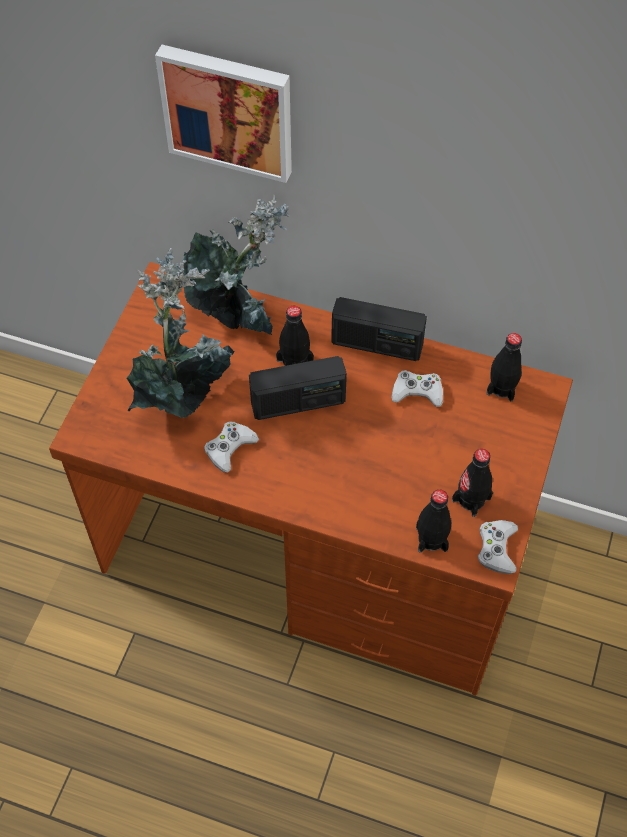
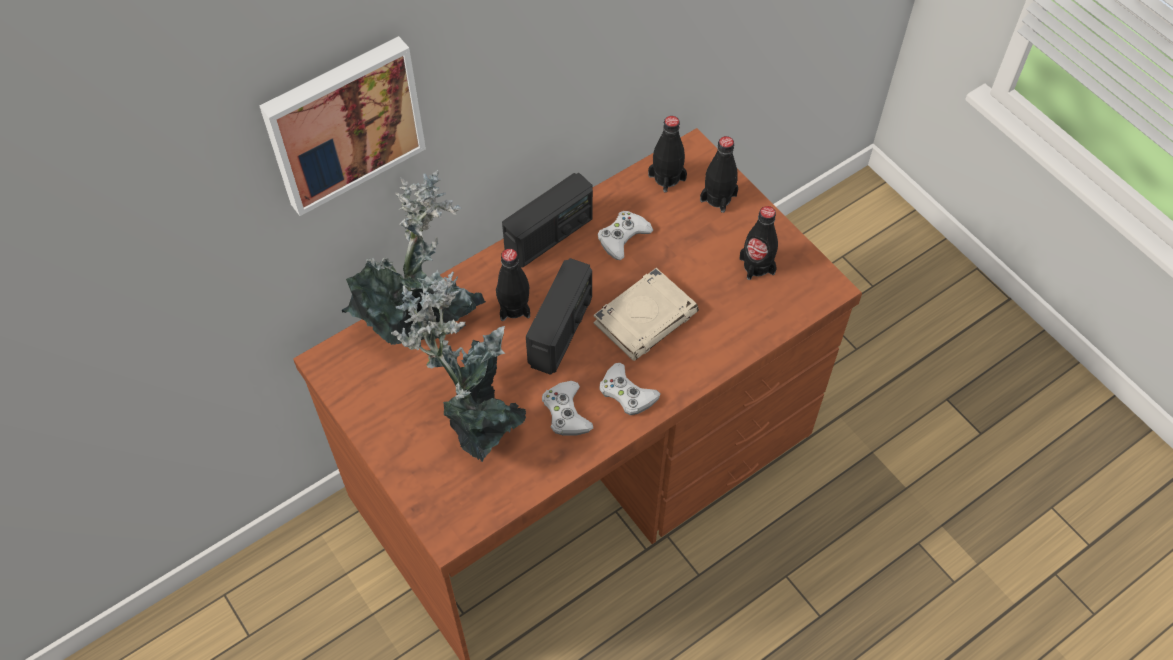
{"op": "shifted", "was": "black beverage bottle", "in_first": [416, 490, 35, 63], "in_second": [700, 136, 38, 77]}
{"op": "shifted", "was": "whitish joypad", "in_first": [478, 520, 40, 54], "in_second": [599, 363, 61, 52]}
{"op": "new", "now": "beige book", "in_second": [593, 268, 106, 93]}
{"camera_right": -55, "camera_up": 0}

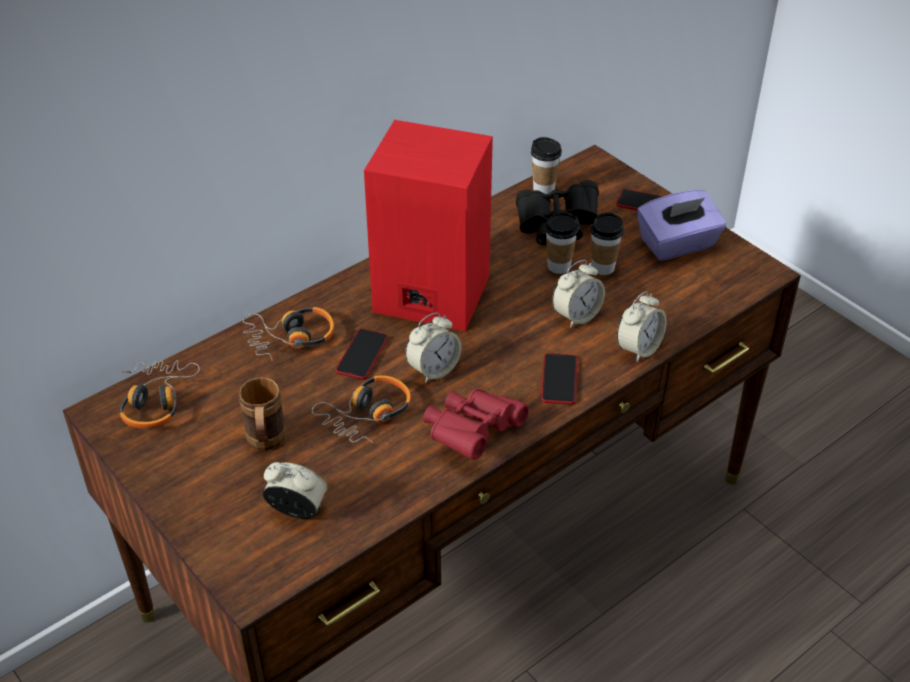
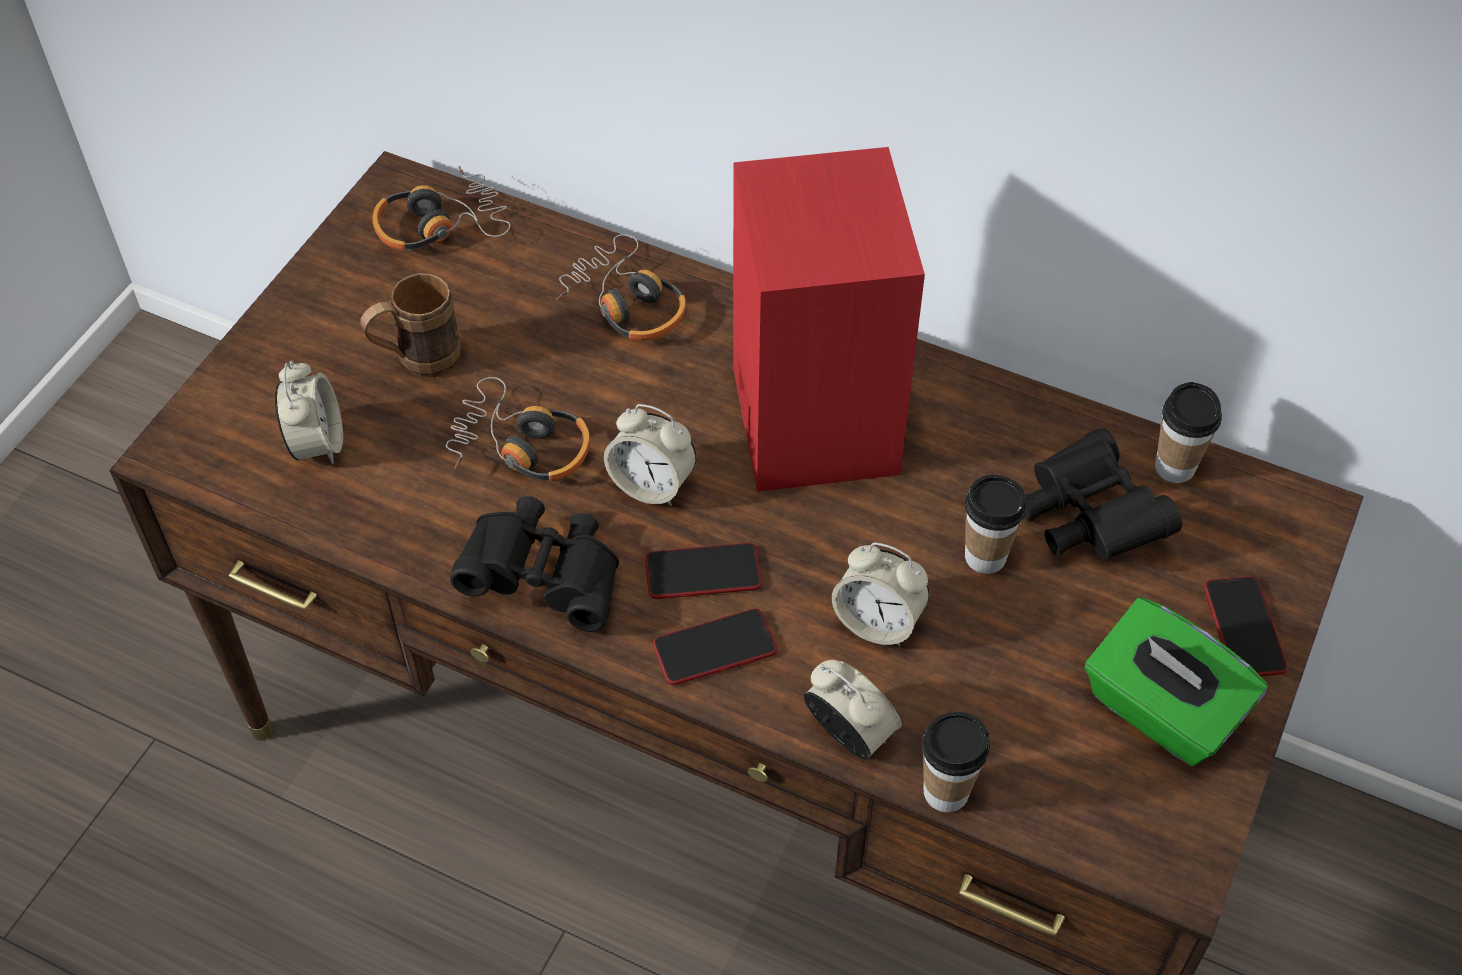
{"op": "shifted", "was": "phone", "in_first": [335, 329, 53, 51], "in_second": [645, 543, 117, 56]}
{"op": "repainted", "was": "red-coloured field glasses", "now": "black field glasses", "in_first": [423, 389, 106, 71], "in_second": [450, 496, 169, 136]}
{"op": "shifted", "was": "drinking cup", "in_first": [590, 213, 34, 62], "in_second": [922, 712, 68, 100]}
{"op": "rotated", "was": "table clock", "in_first": [617, 291, 50, 71], "in_second": [804, 660, 98, 100], "clockwise": -150}
{"op": "repainted", "was": "purple-coloured box of tissues", "now": "greenish box of tissues", "in_first": [637, 190, 89, 71], "in_second": [1085, 597, 183, 169]}
{"camera_right": 65, "camera_up": 10}

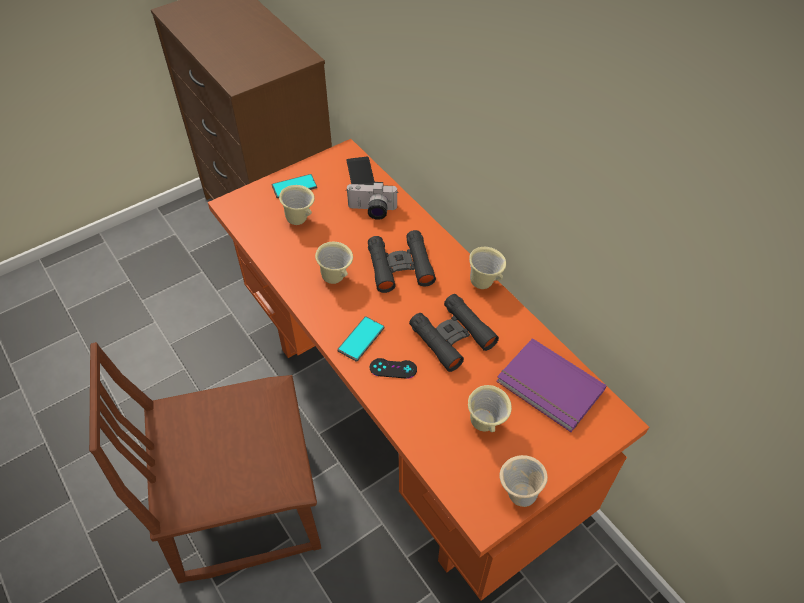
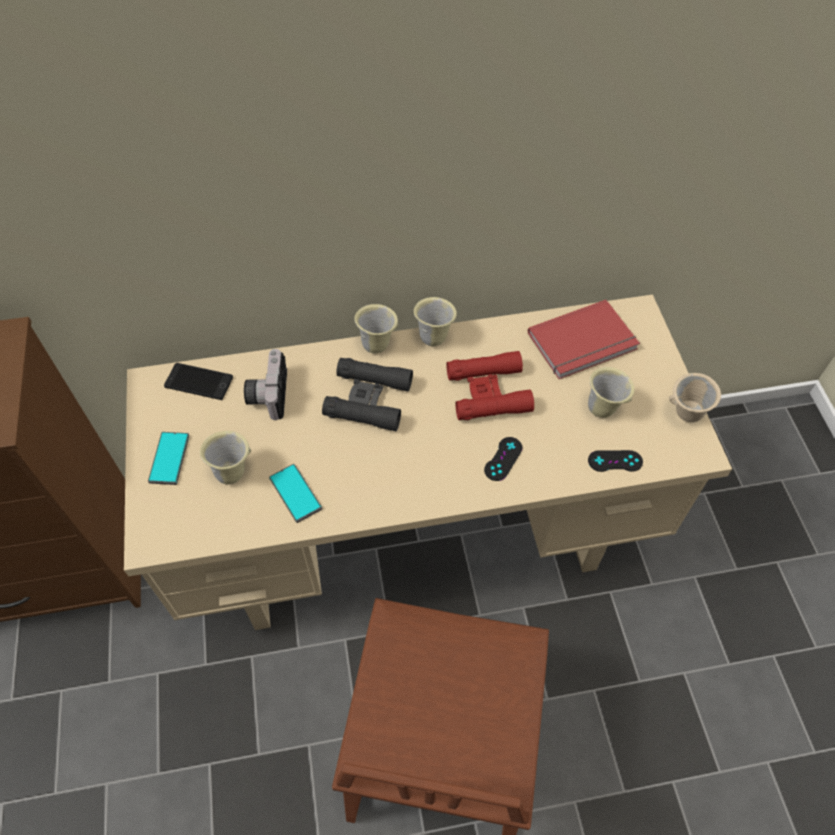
{"op": "repainted", "was": "orange-coloured desk", "now": "beige desk", "in_first": [208, 139, 441, 462], "in_second": [124, 295, 608, 335]}
{"op": "shifted", "was": "beige coffee mug", "in_first": [315, 242, 38, 42], "in_second": [354, 304, 44, 49]}
{"op": "shifted", "was": "phone", "in_first": [337, 316, 47, 46], "in_second": [269, 464, 53, 59]}
{"op": "rotated", "was": "photo camera", "in_first": [347, 182, 51, 38], "in_second": [244, 349, 43, 71], "clockwise": 150}
{"op": "repainted", "was": "black field glasses", "now": "red-coloured field glasses", "in_first": [409, 294, 90, 78], "in_second": [446, 351, 88, 69]}
{"op": "repainted", "was": "purple-coloured book", "now": "red-coloured book", "in_first": [496, 338, 111, 94], "in_second": [528, 300, 112, 79]}
{"op": "new", "now": "black joypad", "in_second": [588, 450, 55, 22]}
{"camera_right": -65, "camera_up": 5}

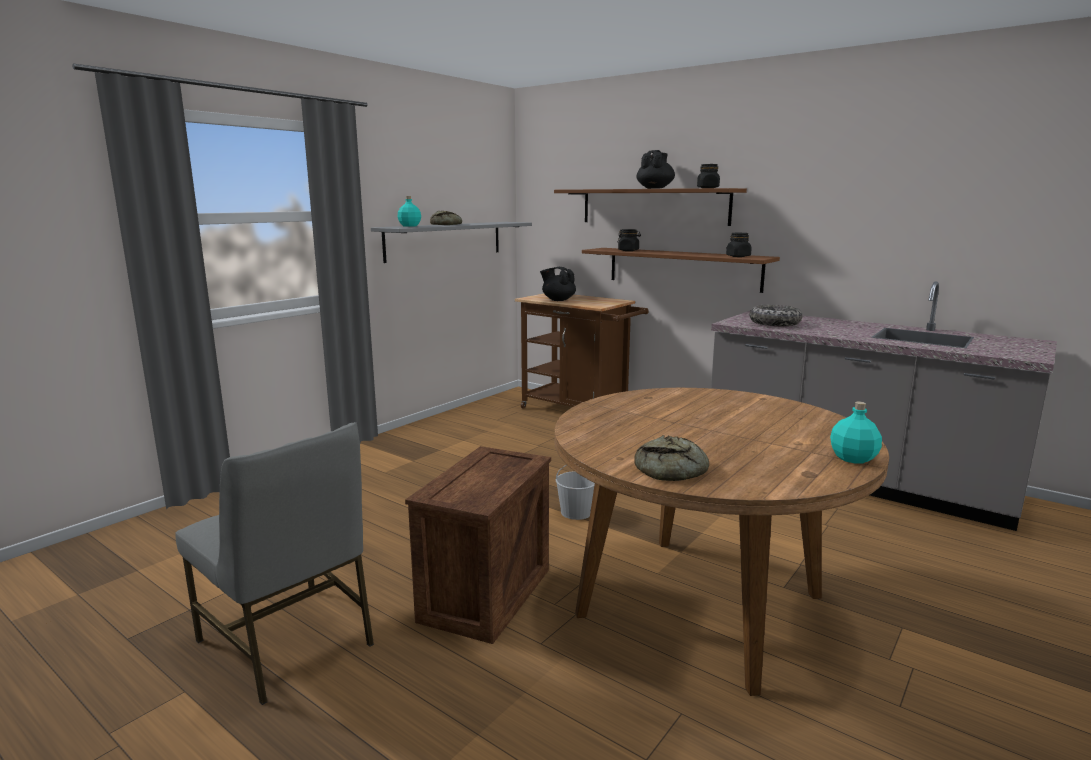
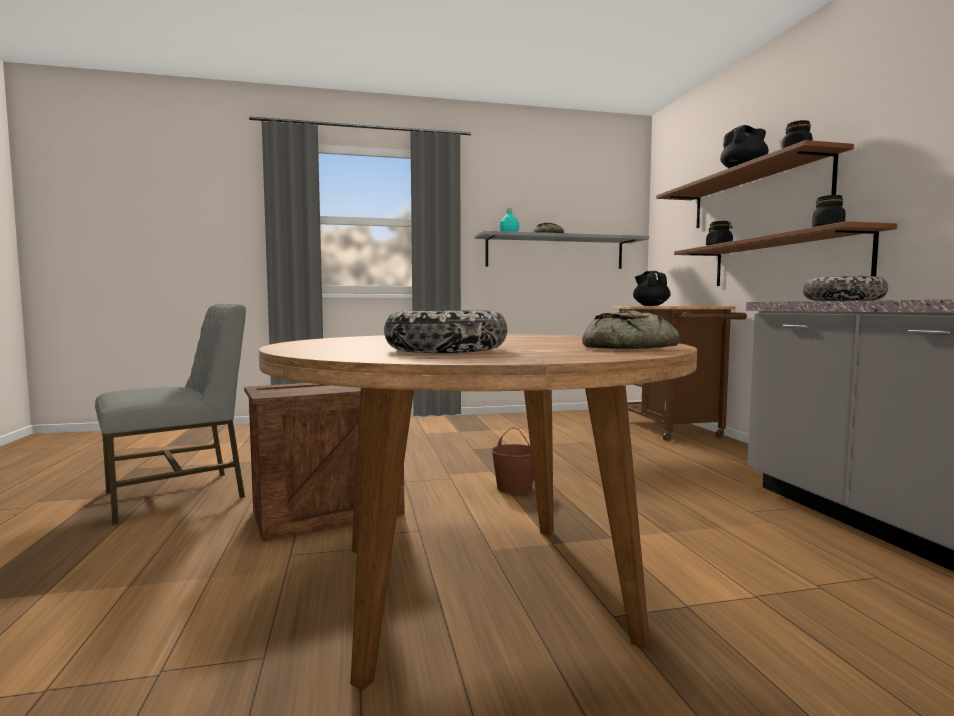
{"op": "rotated", "was": "greyish chair", "in_first": [175, 422, 199, 283], "in_second": [95, 304, 151, 221], "clockwise": -120}
{"op": "repainted", "was": "whitish bucket", "now": "brown-coloured bucket", "in_first": [556, 465, 39, 55], "in_second": [491, 427, 43, 67]}
{"op": "shifted", "was": "bakery bread", "in_first": [634, 435, 75, 46], "in_second": [582, 310, 97, 39]}
{"op": "gone", "was": "blue-green beverage bottle", "in_first": [830, 401, 52, 63]}
{"op": "new", "now": "serving bowl", "in_second": [384, 310, 123, 43]}
{"camera_right": 40, "camera_up": -10}

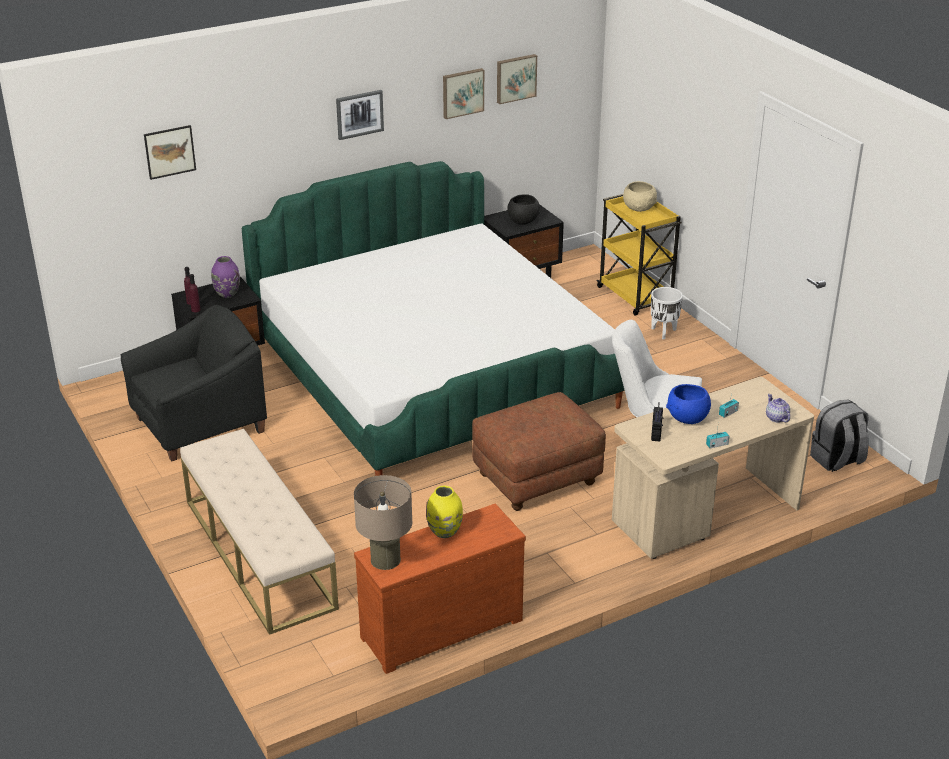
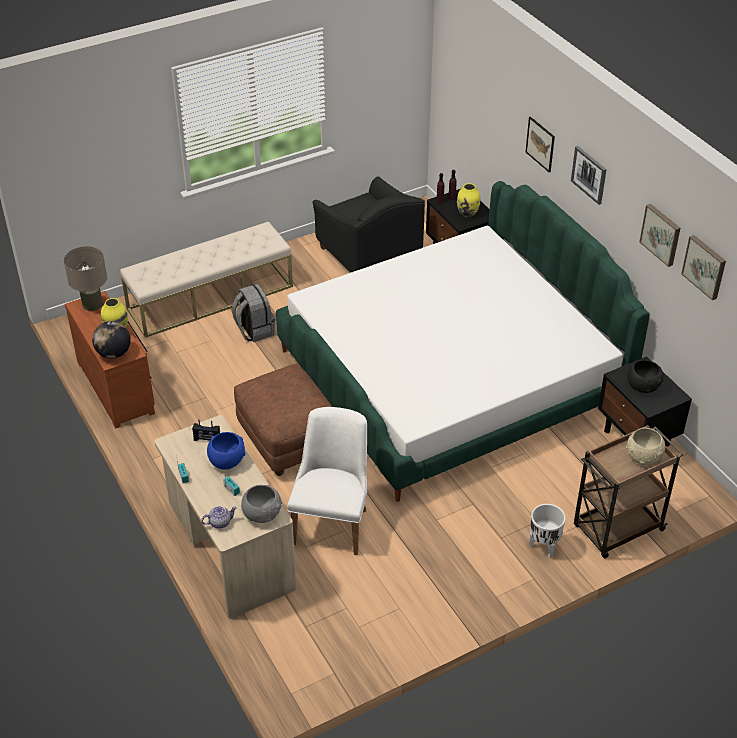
{"op": "shifted", "was": "wall picture", "in_first": [144, 125, 52, 55], "in_second": [526, 117, 29, 55]}
{"op": "repainted", "was": "purple-coloured vase", "now": "yellowish vase", "in_first": [211, 256, 29, 42], "in_second": [457, 183, 23, 34]}
{"op": "repainted", "was": "yellowish wheeled cart", "now": "brown-coloured wheeled cart", "in_first": [596, 194, 86, 122], "in_second": [574, 425, 109, 134]}
{"op": "shifted", "was": "greyish knapsack", "in_first": [810, 399, 59, 73], "in_second": [232, 284, 43, 58]}
{"op": "new", "now": "desk globe", "in_second": [92, 321, 39, 38]}
{"op": "new", "now": "greyish serving bowl", "in_second": [241, 485, 41, 38]}
{"camera_right": 90, "camera_up": 10}

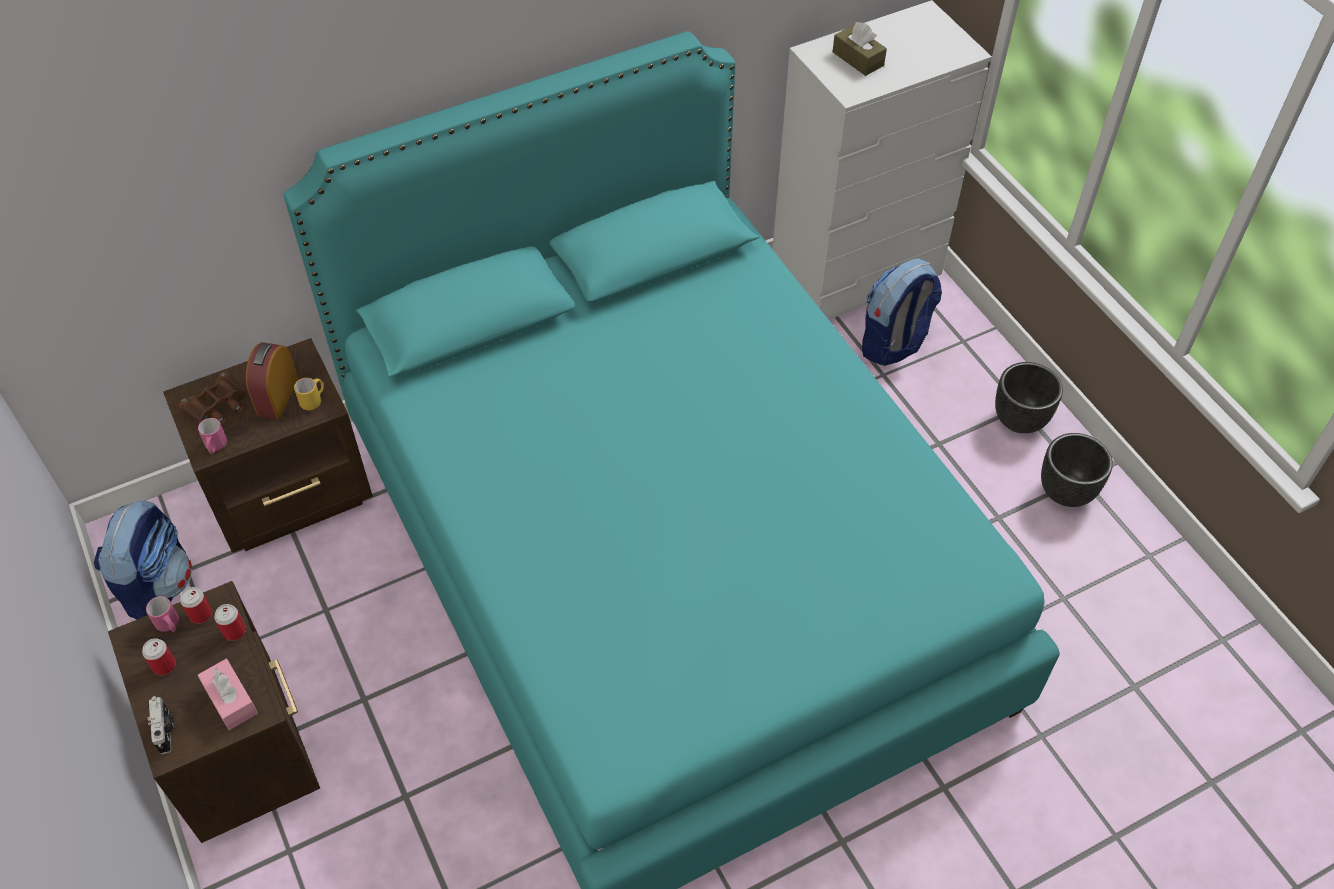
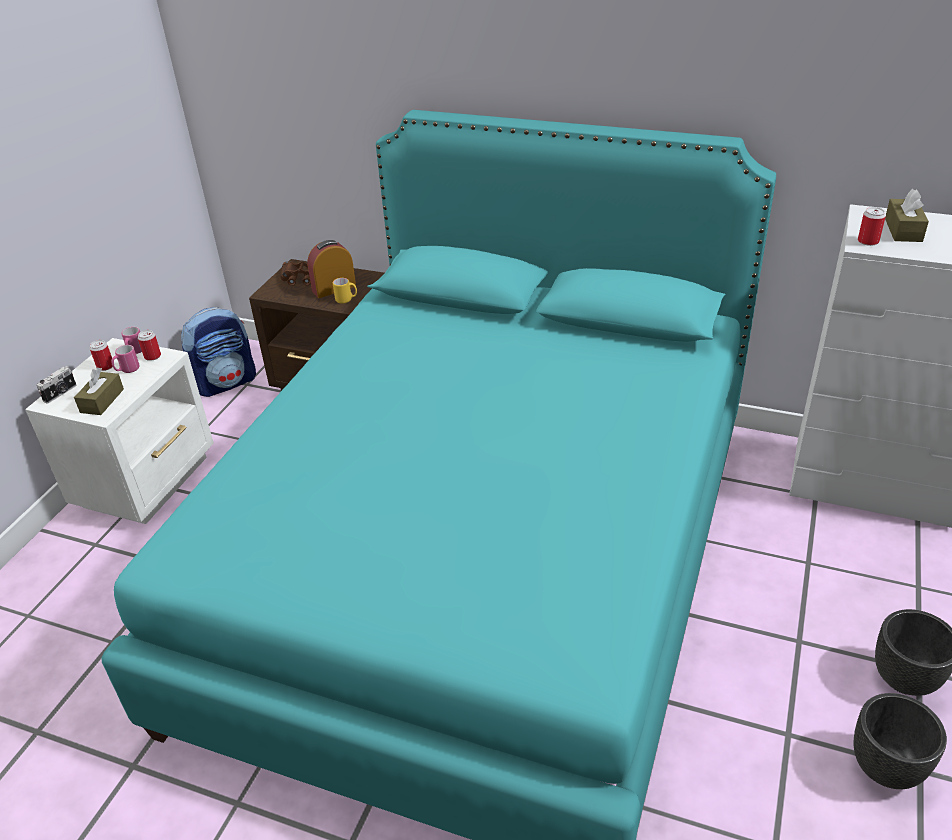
{"op": "repainted", "was": "brown-coloured bedside table", "now": "whitish bedside table", "in_first": [108, 581, 212, 262], "in_second": [25, 338, 189, 186]}
{"op": "repainted", "was": "pink-coloured box of tissues", "now": "brown-coloured box of tissues", "in_first": [197, 659, 61, 71], "in_second": [74, 367, 50, 48]}
{"op": "shifted", "was": "pink-coloured coffee mug", "in_first": [198, 418, 29, 36], "in_second": [112, 345, 28, 28]}
{"op": "shifted", "was": "metal can", "in_first": [214, 604, 32, 37], "in_second": [858, 207, 28, 39]}
{"op": "gone", "was": "knapsack", "in_first": [862, 258, 80, 108]}
{"camera_right": 50, "camera_up": -15}

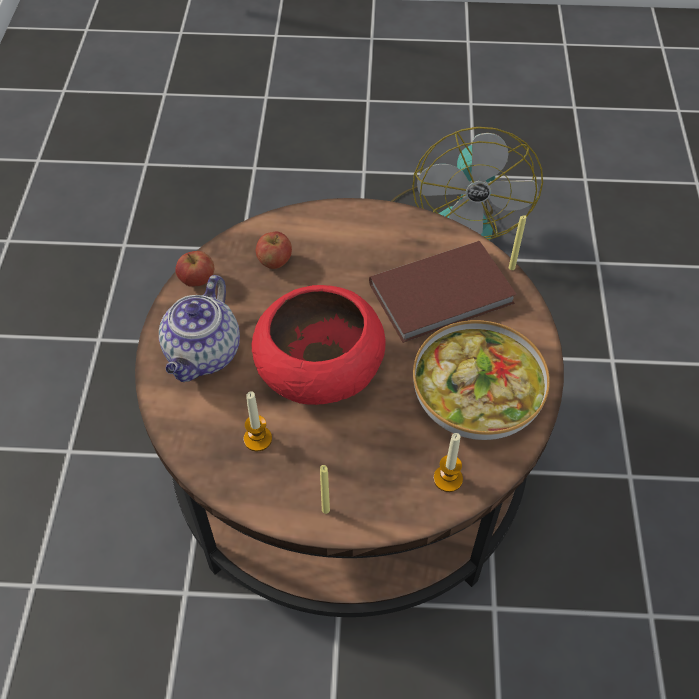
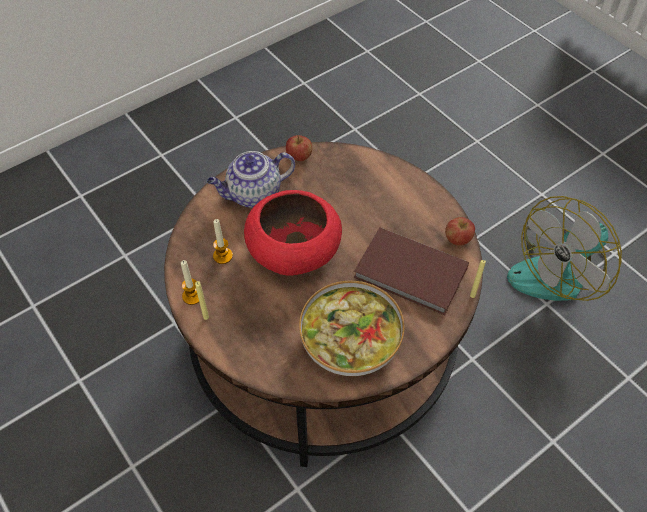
{"op": "shifted", "was": "apple fruit", "in_first": [256, 232, 36, 37], "in_second": [445, 217, 30, 29]}
{"op": "shifted", "was": "wax light", "in_first": [433, 433, 30, 59], "in_second": [181, 260, 18, 45]}
{"camera_right": 50, "camera_up": 0}

